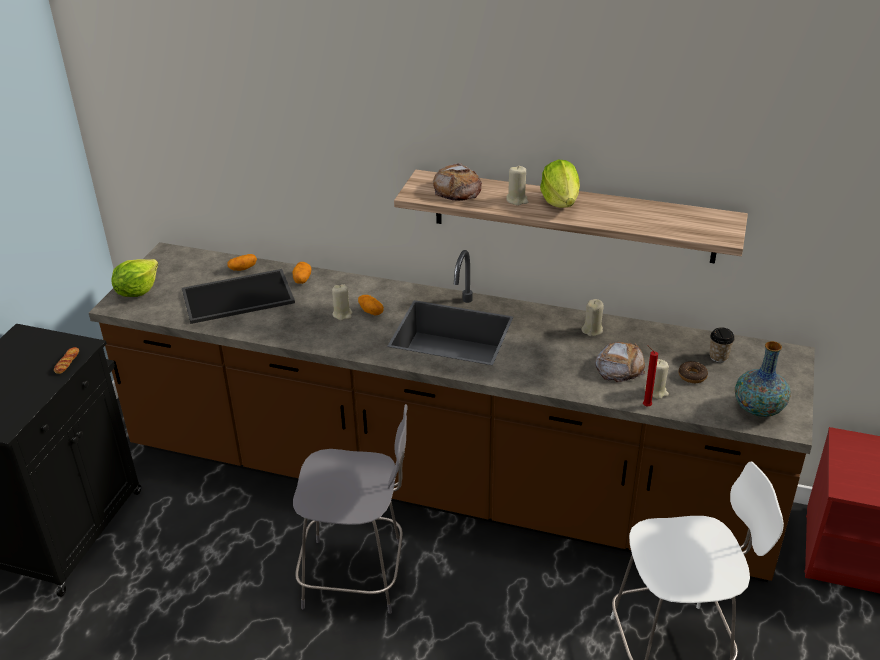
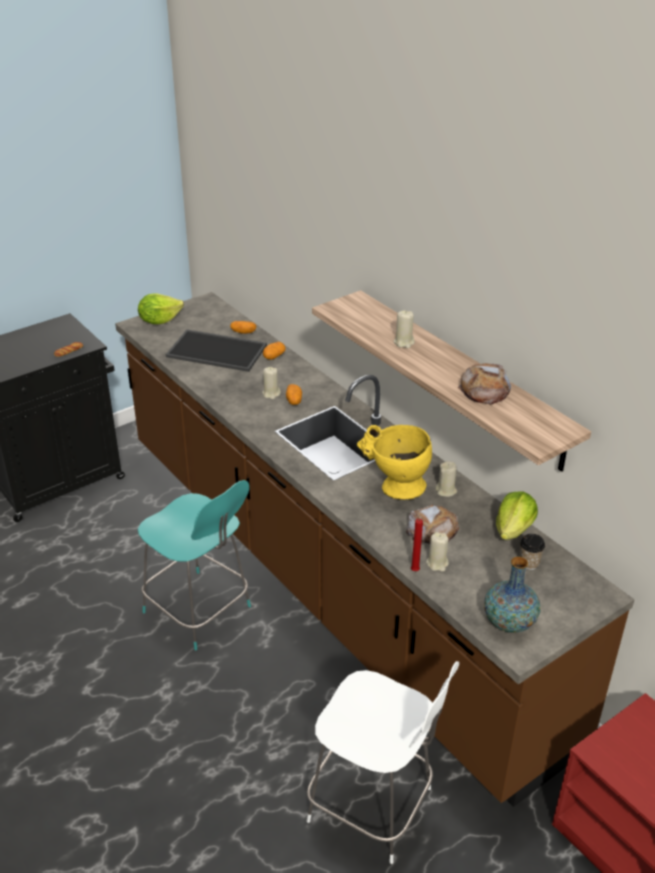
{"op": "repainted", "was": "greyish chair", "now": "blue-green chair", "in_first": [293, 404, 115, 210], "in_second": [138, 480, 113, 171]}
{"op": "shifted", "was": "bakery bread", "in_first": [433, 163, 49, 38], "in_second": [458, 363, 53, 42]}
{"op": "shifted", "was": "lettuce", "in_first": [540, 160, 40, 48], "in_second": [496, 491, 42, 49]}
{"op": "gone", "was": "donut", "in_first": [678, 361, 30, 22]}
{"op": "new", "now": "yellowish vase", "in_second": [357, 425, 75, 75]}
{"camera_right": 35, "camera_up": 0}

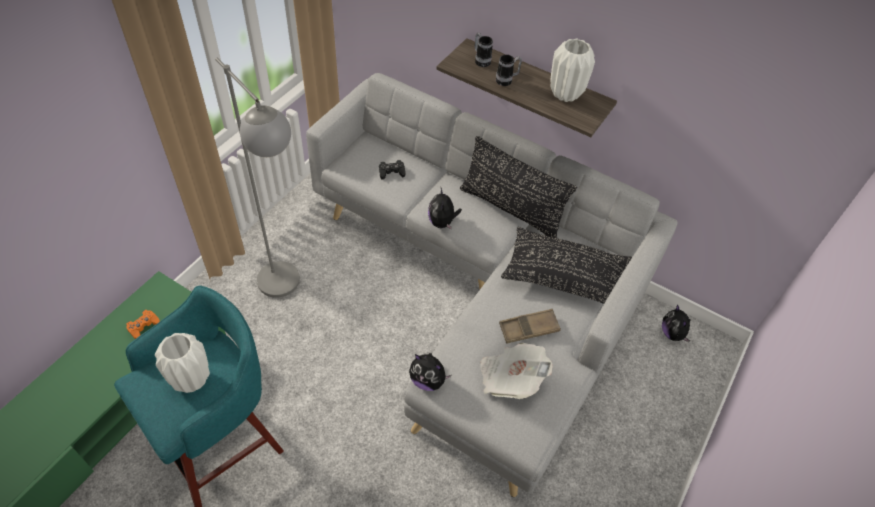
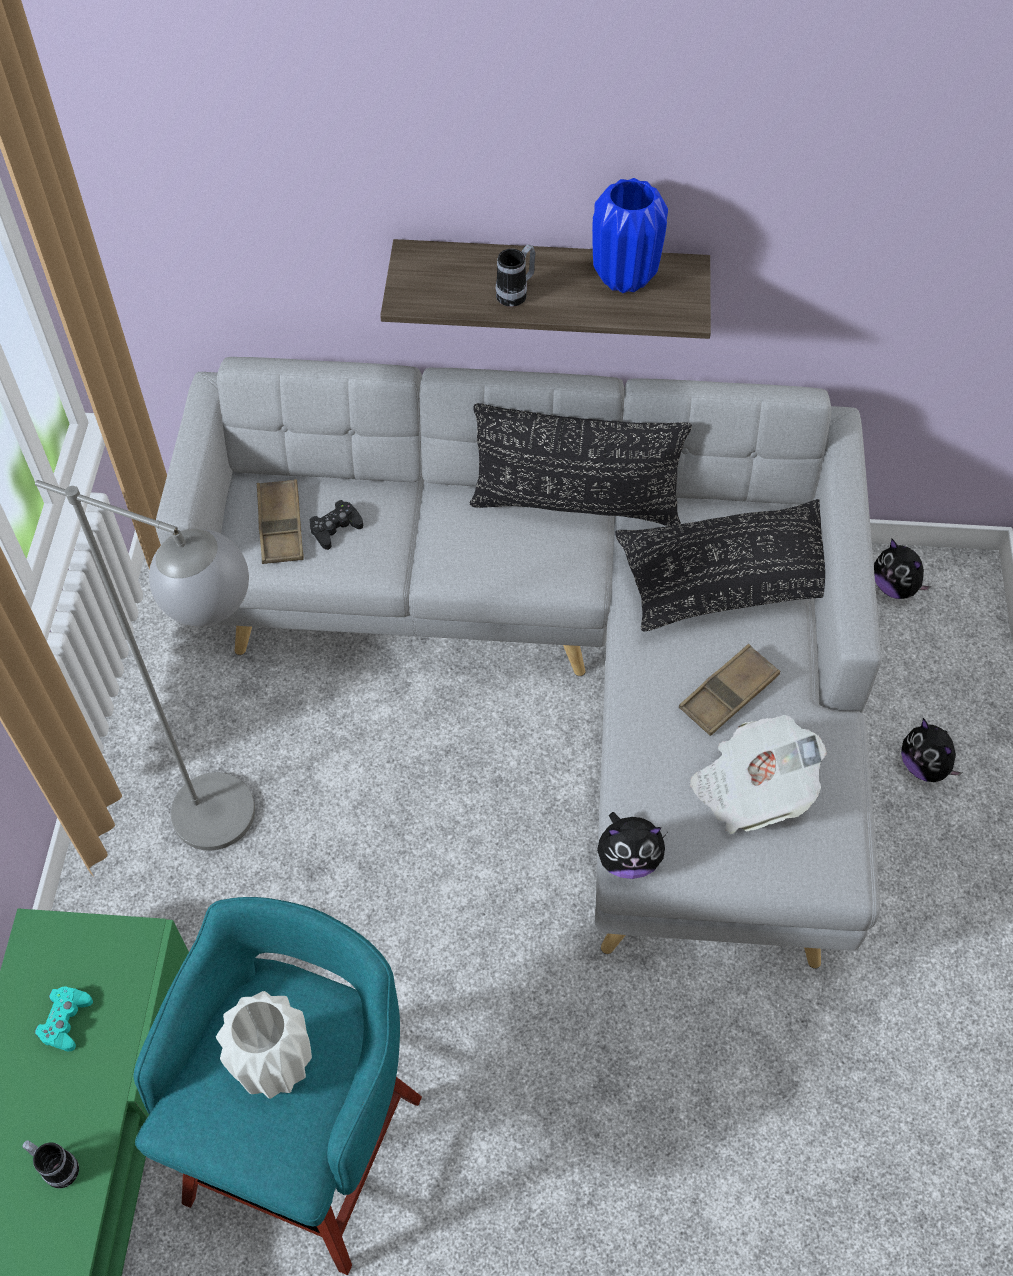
{"op": "repainted", "was": "orange-coloured joypad", "now": "blue-green joypad", "in_first": [126, 310, 34, 29], "in_second": [35, 987, 58, 64]}
{"op": "shifted", "was": "soft toy", "in_first": [428, 188, 34, 42], "in_second": [901, 718, 61, 64]}
{"op": "shifted", "was": "coffee mug", "in_first": [474, 33, 19, 34], "in_second": [22, 1140, 57, 48]}
{"op": "repainted", "was": "whitish vase", "now": "bluish vase", "in_first": [550, 38, 45, 64], "in_second": [592, 178, 76, 115]}
{"op": "new", "now": "brown-coloured serving tray", "in_second": [257, 479, 47, 85]}
{"camera_right": -25, "camera_up": 5}

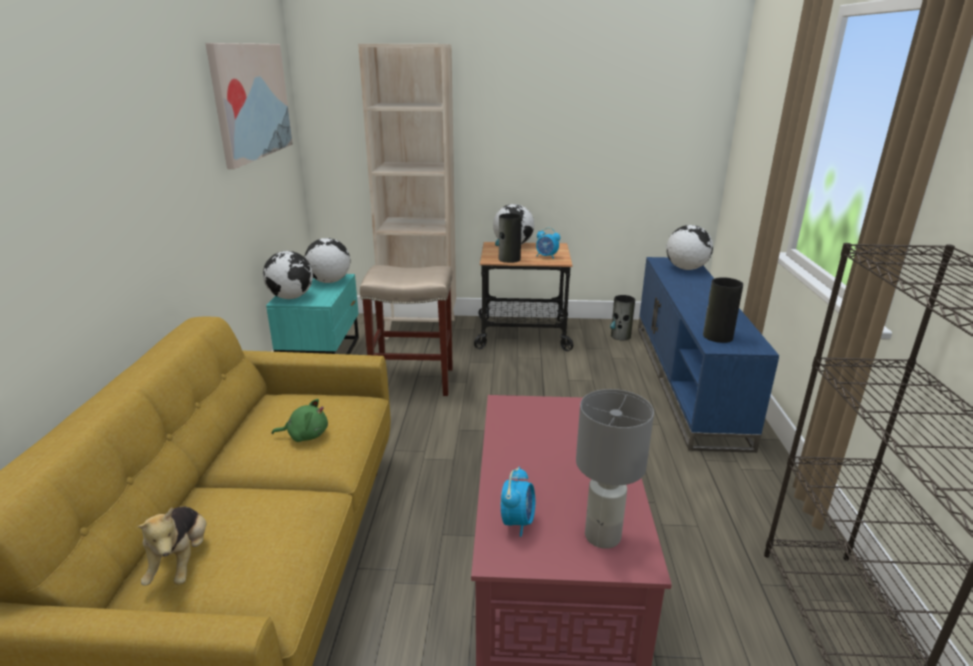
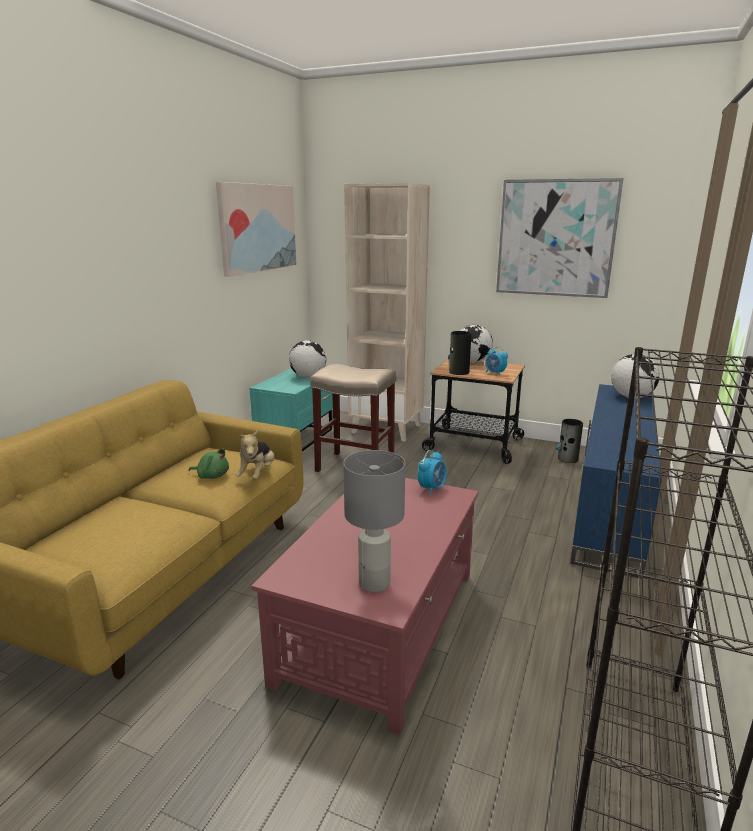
{"op": "shifted", "was": "soft toy", "in_first": [138, 507, 68, 79], "in_second": [236, 430, 38, 50]}
{"op": "gone", "was": "desk globe", "in_first": [263, 251, 50, 48]}
{"op": "shifted", "was": "table clock", "in_first": [501, 467, 34, 70], "in_second": [418, 450, 28, 45]}
{"op": "gone", "was": "vase", "in_first": [703, 277, 40, 66]}
{"op": "new", "now": "wall picture", "in_second": [496, 178, 127, 120]}
{"camera_right": 20, "camera_up": -5}

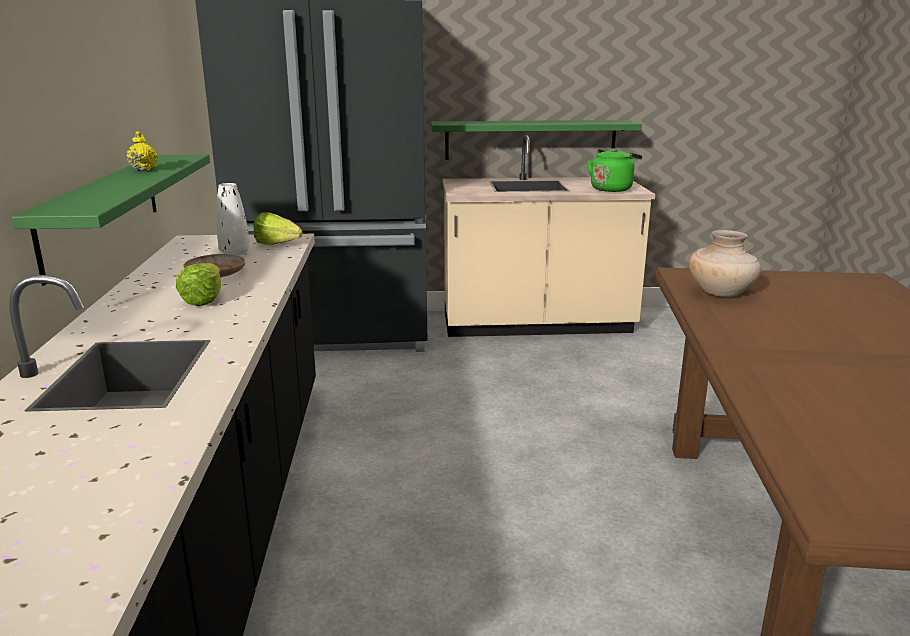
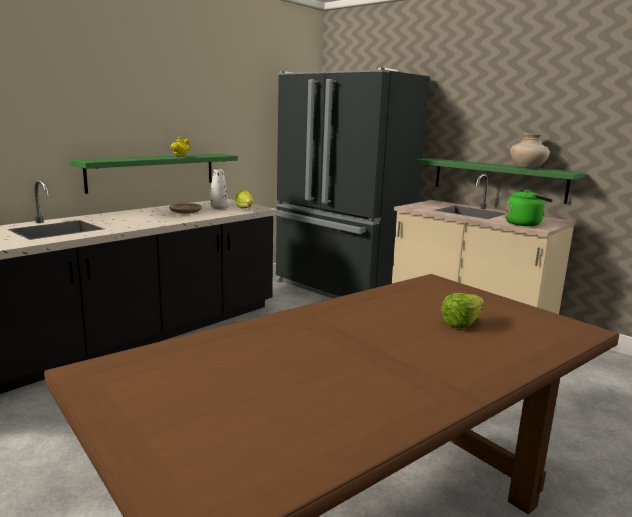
{"op": "shifted", "was": "lettuce", "in_first": [176, 263, 45, 43], "in_second": [441, 293, 43, 35]}
{"op": "shifted", "was": "beige vase", "in_first": [689, 230, 72, 67], "in_second": [510, 133, 40, 36]}
{"camera_right": 45, "camera_up": -5}

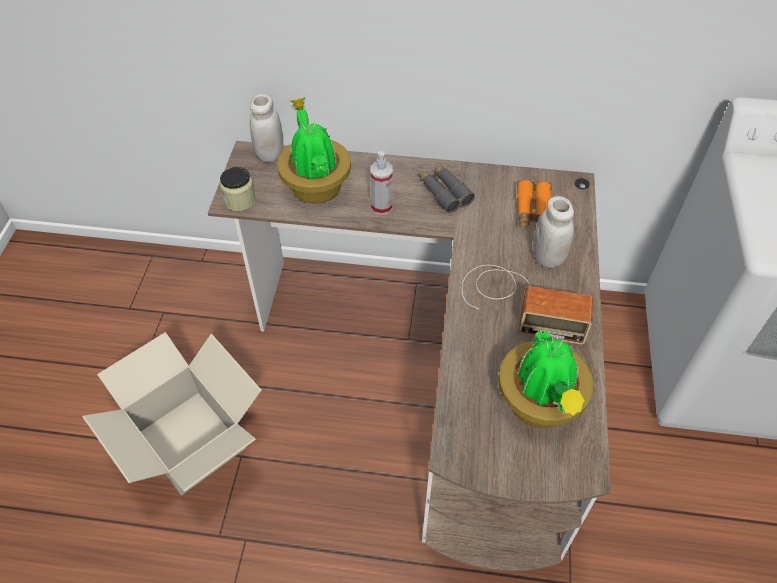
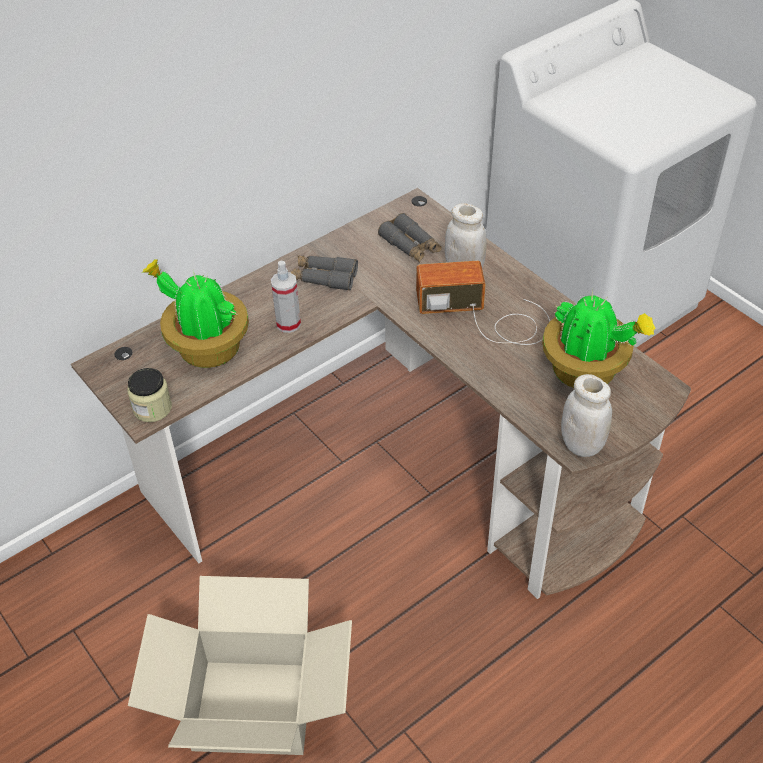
{"op": "shifted", "was": "whitish preserve jar", "in_first": [250, 94, 33, 69], "in_second": [561, 374, 51, 83]}
{"op": "rotated", "was": "radio set", "in_first": [462, 265, 131, 80], "in_second": [416, 261, 134, 84], "clockwise": -150}
{"op": "repainted", "was": "orange-coloured field glasses", "now": "greyish field glasses", "in_first": [517, 180, 35, 48], "in_second": [378, 213, 64, 49]}
{"camera_right": -45, "camera_up": -5}

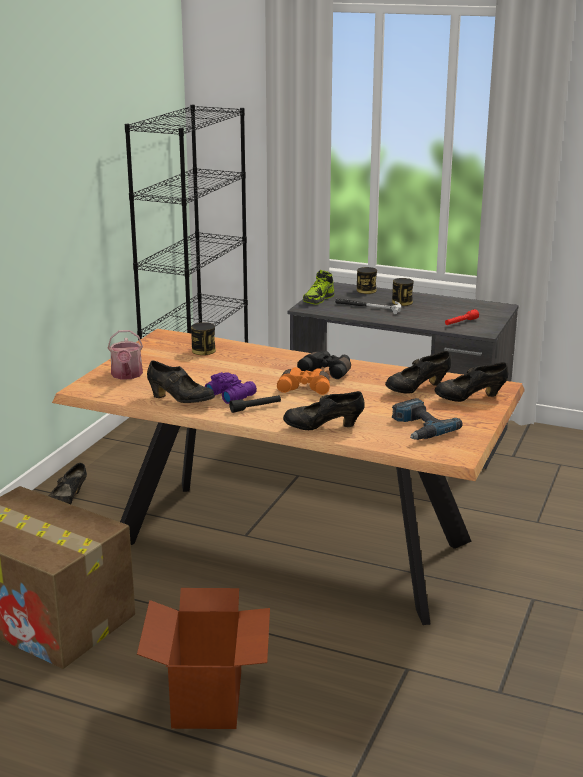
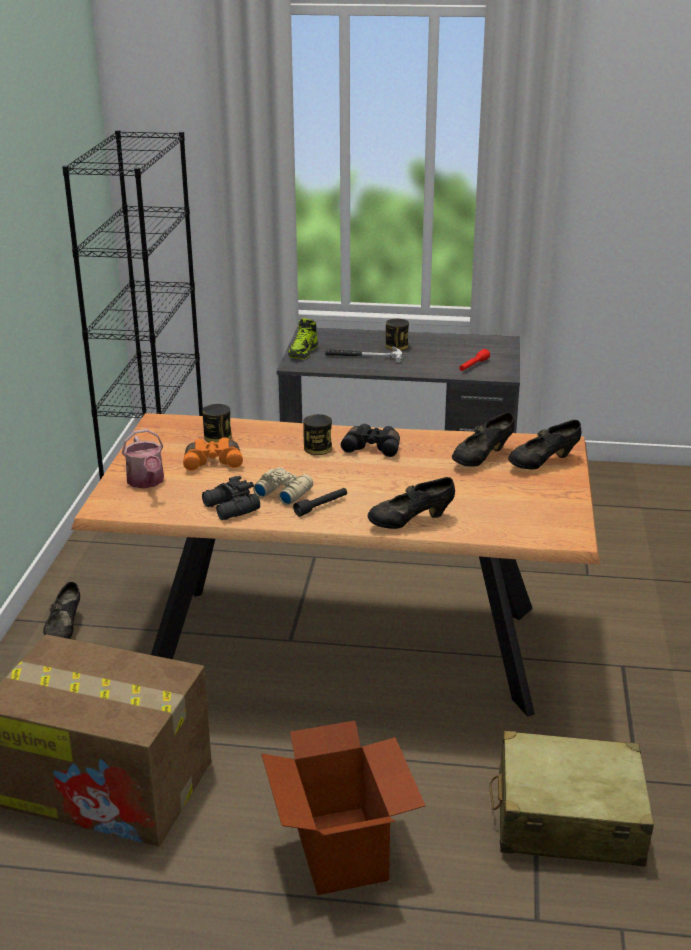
{"op": "swapped", "was": "black low shoe", "now": "black field glasses", "in_first": [147, 361, 68, 42], "in_second": [202, 476, 58, 44]}
{"op": "repainted", "was": "purple-coloured field glasses", "now": "beige field glasses", "in_first": [205, 372, 52, 32], "in_second": [253, 467, 60, 38]}
{"op": "shifted", "was": "orange-coloured field glasses", "in_first": [277, 367, 53, 28], "in_second": [183, 437, 60, 34]}
{"op": "shifted", "was": "metal can", "in_first": [357, 267, 20, 27], "in_second": [303, 414, 29, 41]}
{"op": "gone", "was": "power drill", "in_first": [392, 398, 71, 42]}
{"op": "new", "now": "beige suitcase", "in_second": [489, 730, 165, 137]}
{"camera_right": -15, "camera_up": 5}

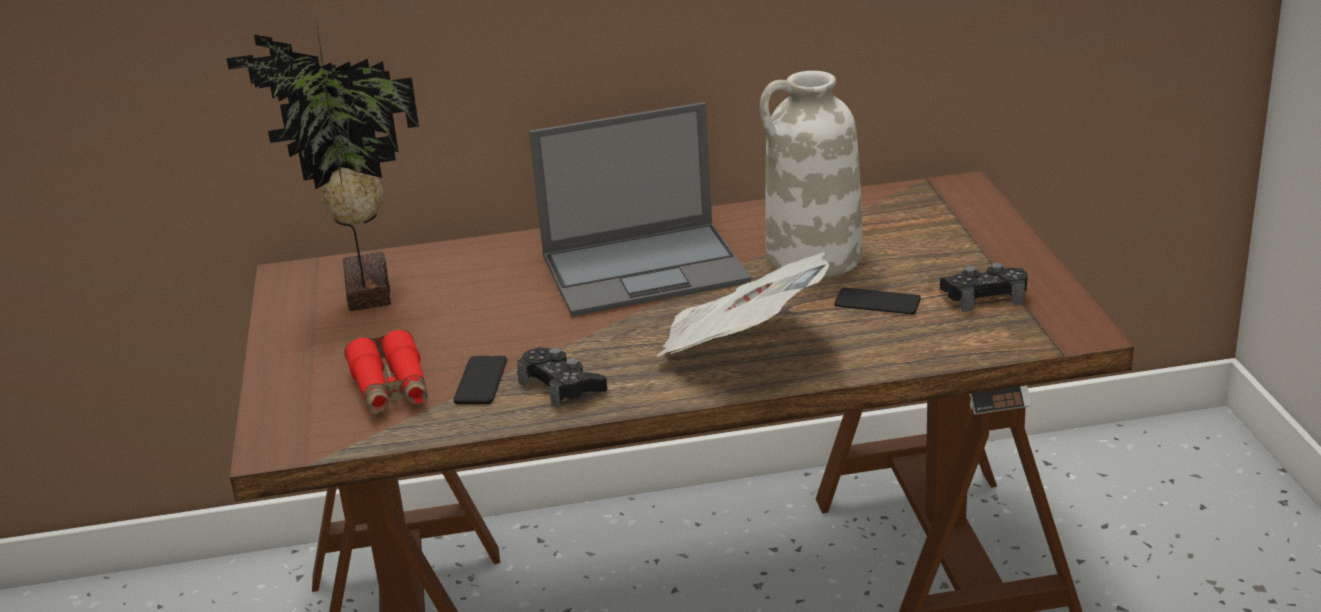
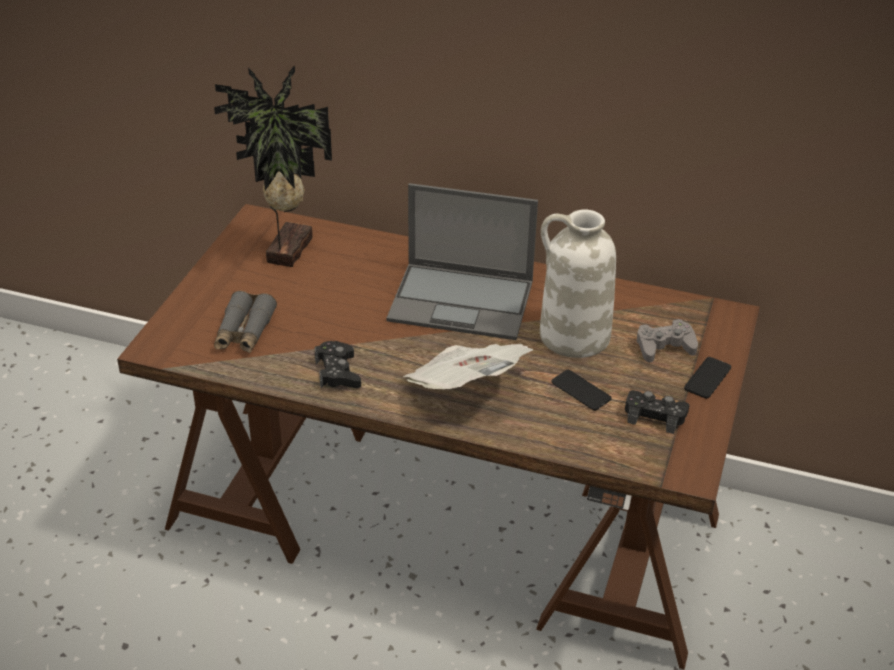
{"op": "repainted", "was": "red-coloured field glasses", "now": "greyish field glasses", "in_first": [344, 329, 84, 86], "in_second": [214, 291, 63, 62]}
{"op": "shifted", "was": "phone", "in_first": [453, 356, 54, 48], "in_second": [684, 357, 47, 42]}
{"op": "new", "now": "greyish joypad", "in_second": [637, 319, 61, 44]}
{"camera_right": 25, "camera_up": 10}

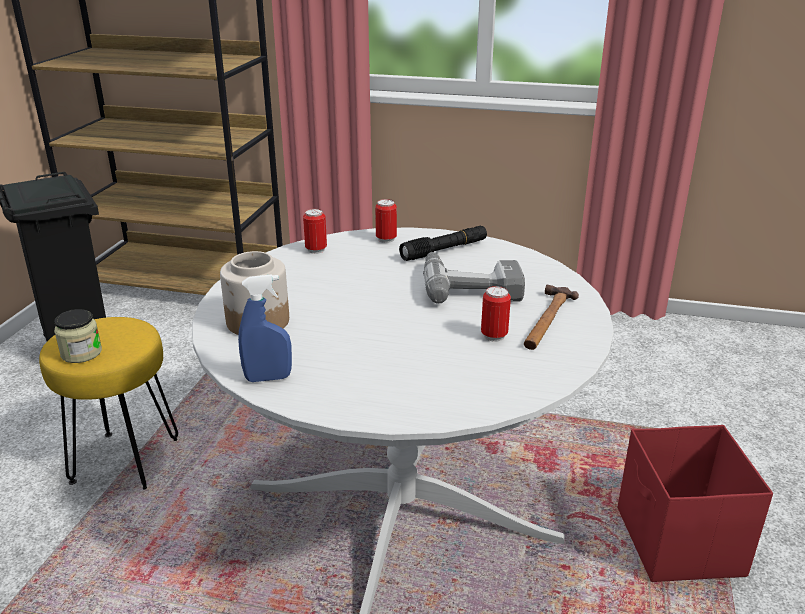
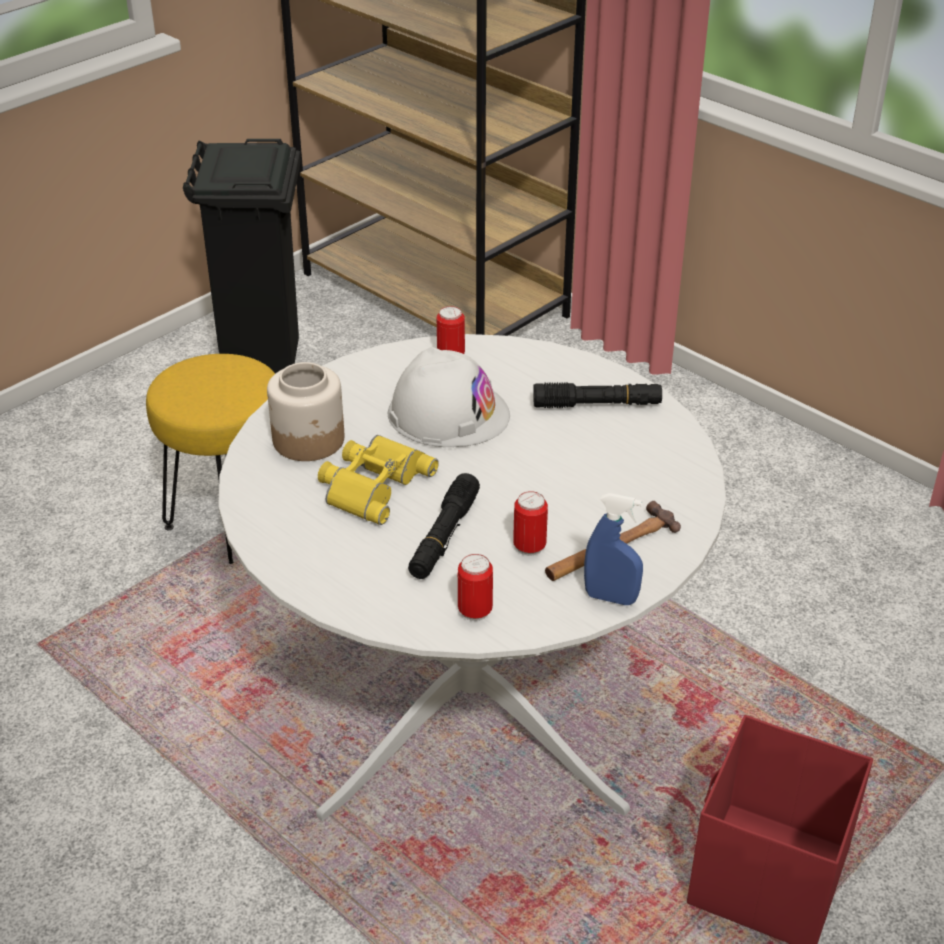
{"op": "gone", "was": "preserve jar", "in_first": [54, 309, 48, 54]}
{"op": "shifted", "was": "bluish hand sprayer", "in_first": [238, 274, 54, 108], "in_second": [584, 493, 59, 112]}
{"op": "shifted", "was": "metal can", "in_first": [375, 199, 22, 44], "in_second": [458, 554, 35, 67]}
{"op": "gone", "was": "power drill", "in_first": [423, 252, 102, 51]}
{"op": "new", "now": "yellowish field glasses", "in_second": [318, 435, 121, 90]}
{"op": "new", "now": "whitish safety helmet", "in_second": [388, 347, 122, 100]}
{"op": "new", "now": "black hand torch", "in_second": [408, 473, 72, 106]}
{"camera_right": 30, "camera_up": 10}

